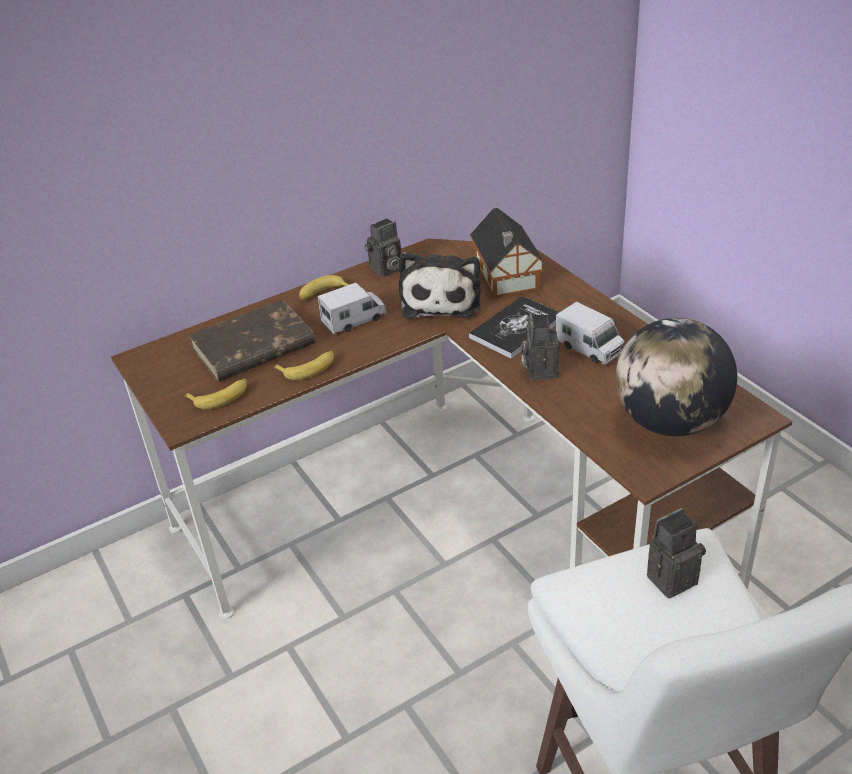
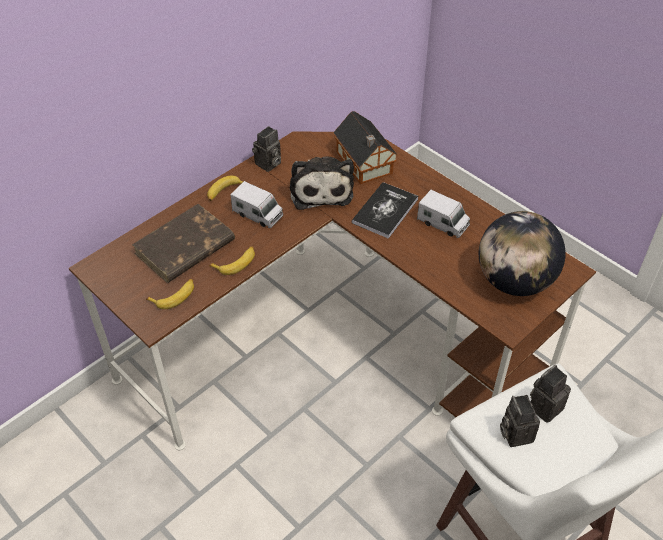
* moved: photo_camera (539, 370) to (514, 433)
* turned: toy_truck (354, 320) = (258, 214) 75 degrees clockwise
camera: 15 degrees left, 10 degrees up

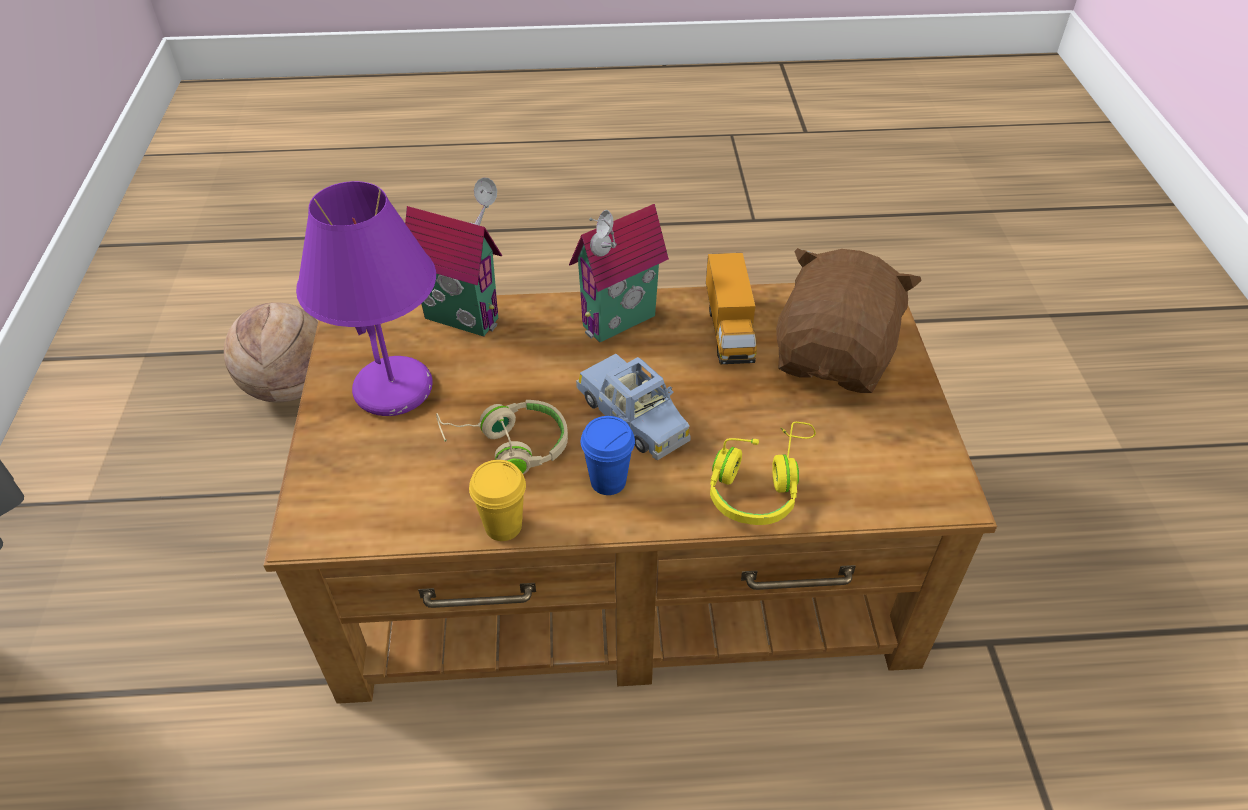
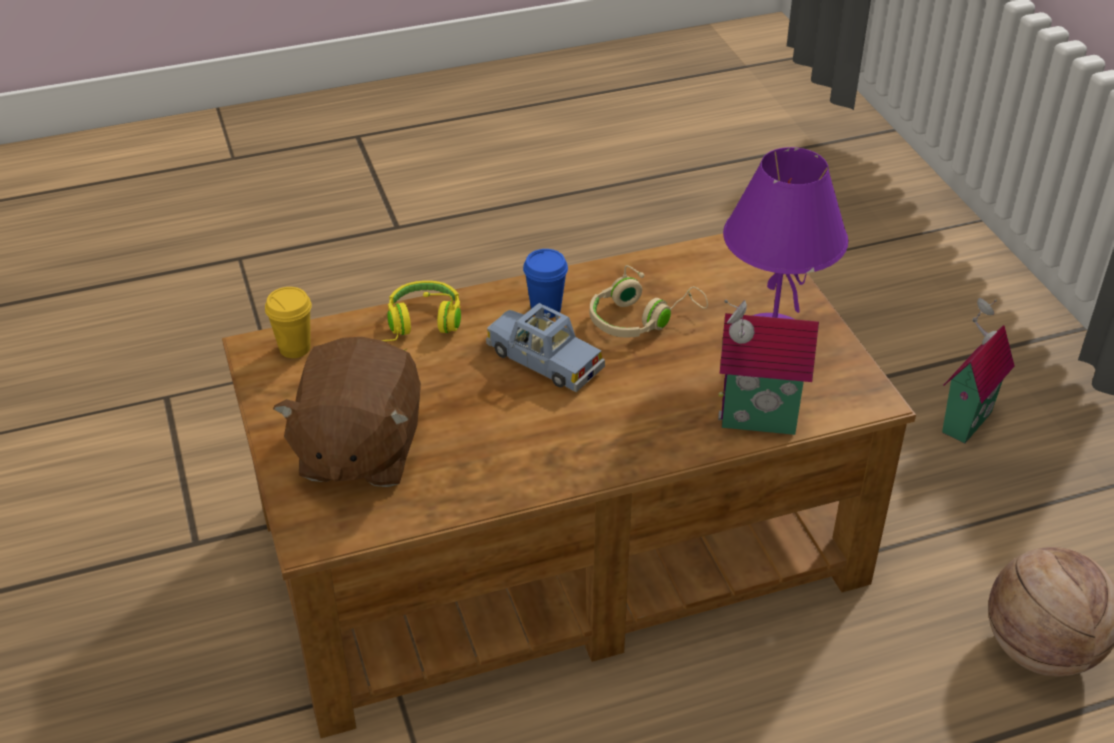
* removed: toy_truck (728, 329)
* moved: yellow_cup (503, 526) to (295, 348)
* moved: toy_house (621, 324) to (963, 420)
camera: 165 degrees right, 5 degrees down

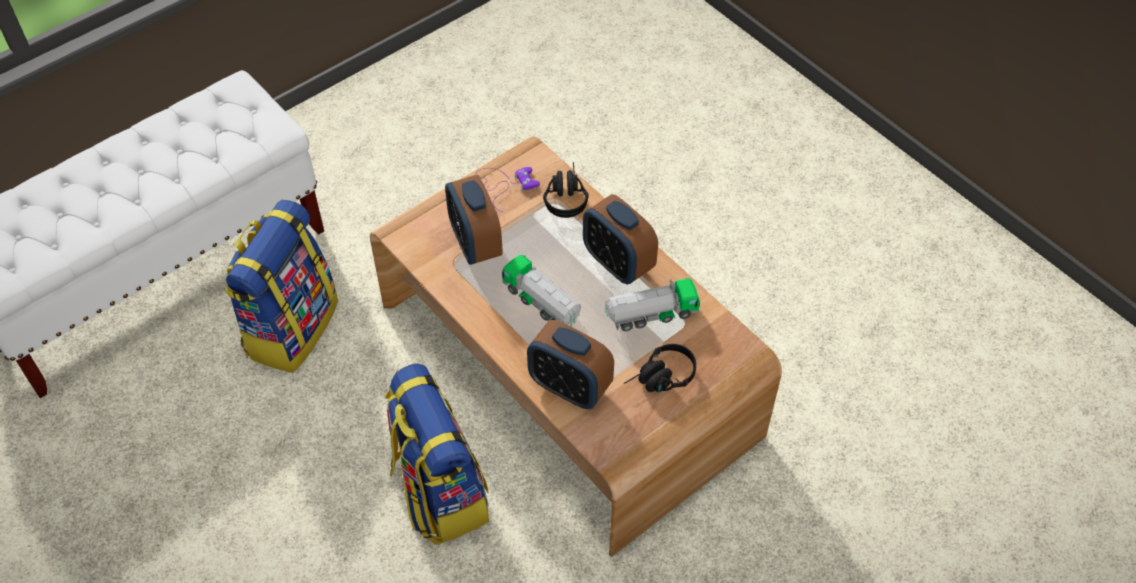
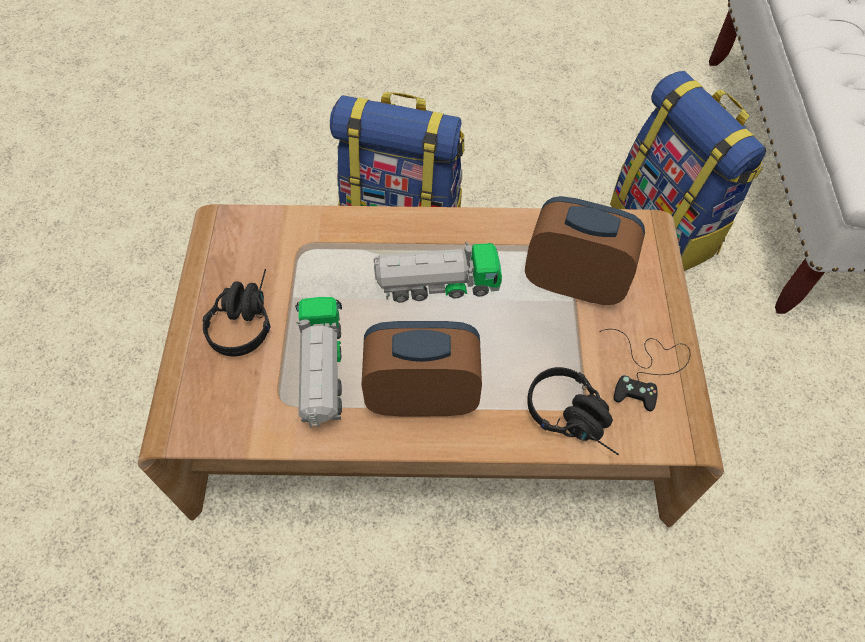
* removed: alarm_clock (569, 387)
* recoloured: purple_game_controller (505, 184) to black_game_controller (646, 368)
* turned: toy_truck (651, 315) = (322, 372) 150 degrees clockwise
camera: 130 degrees right, 5 degrees up

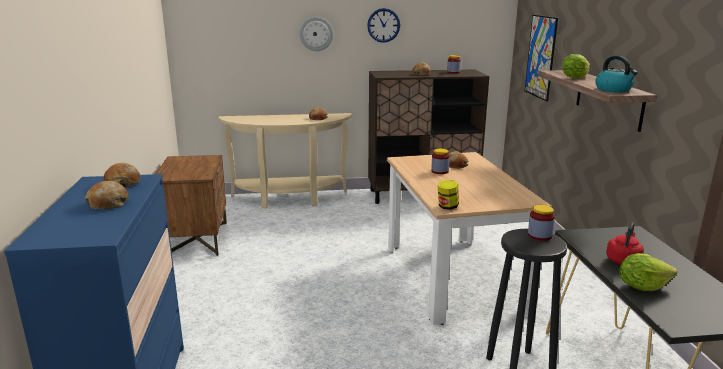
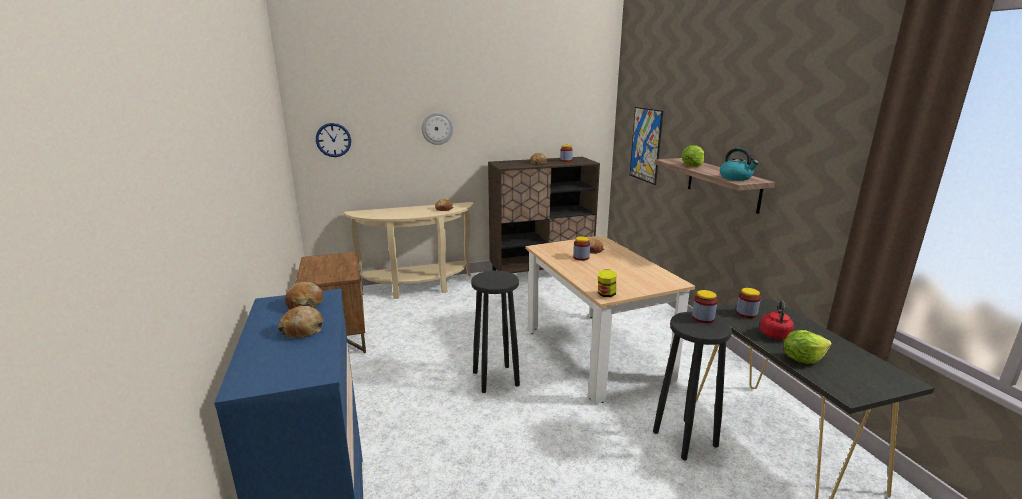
* added: black_stool (495, 378)
* added: jar (746, 313)
* moved: wall_clock (383, 25) to (333, 140)
camera: 10 degrees left, 0 degrees up

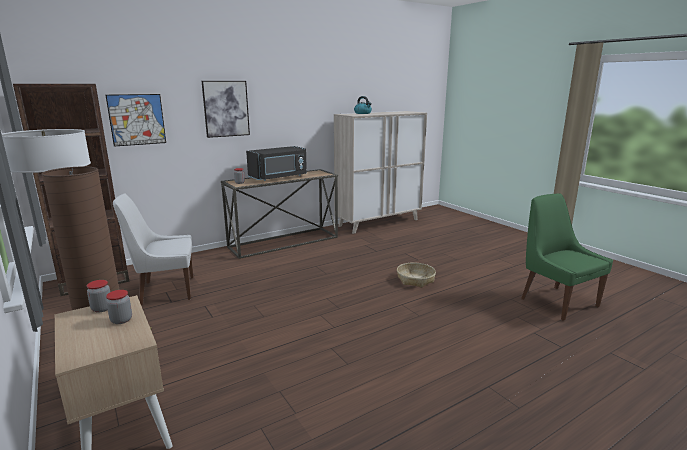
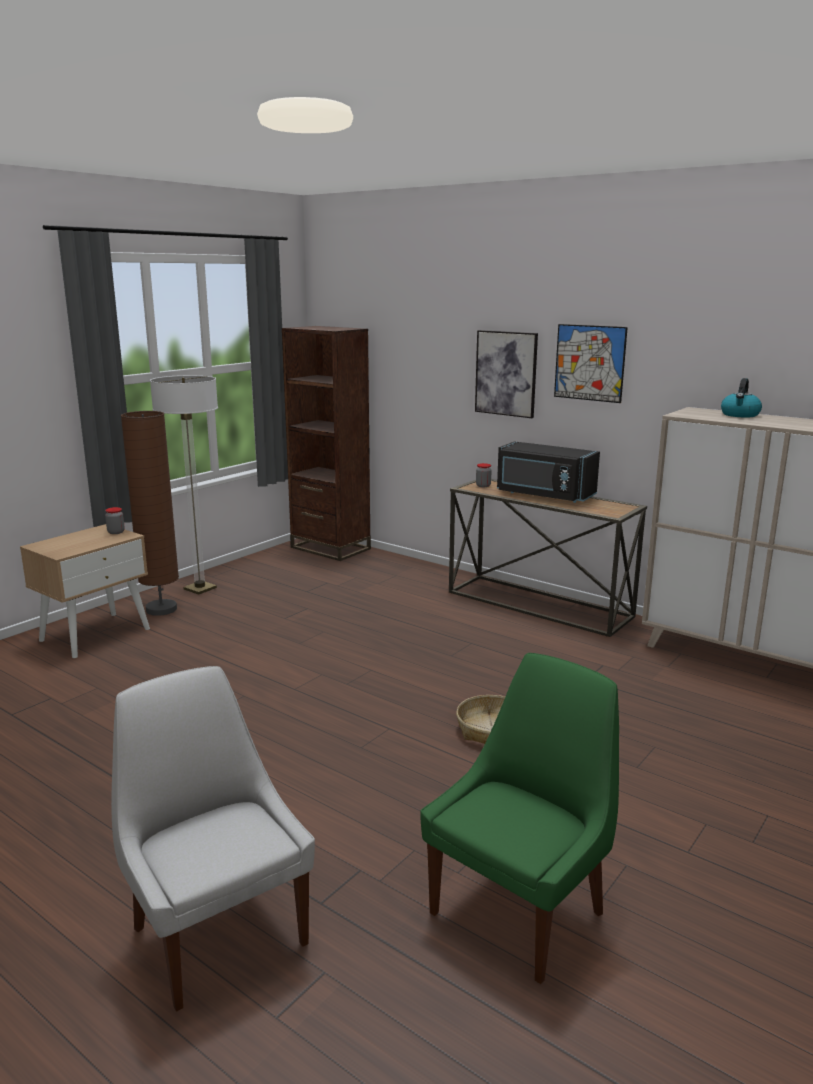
* removed: jar (121, 320)
* moved: picture (137, 119) to (589, 363)
* moved: white_chair (165, 291) to (217, 932)
camera: 70 degrees right, 0 degrees up

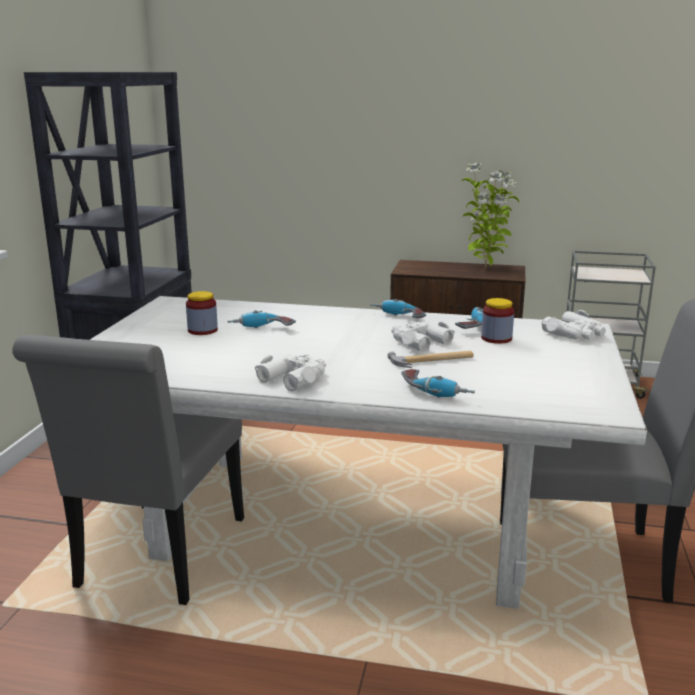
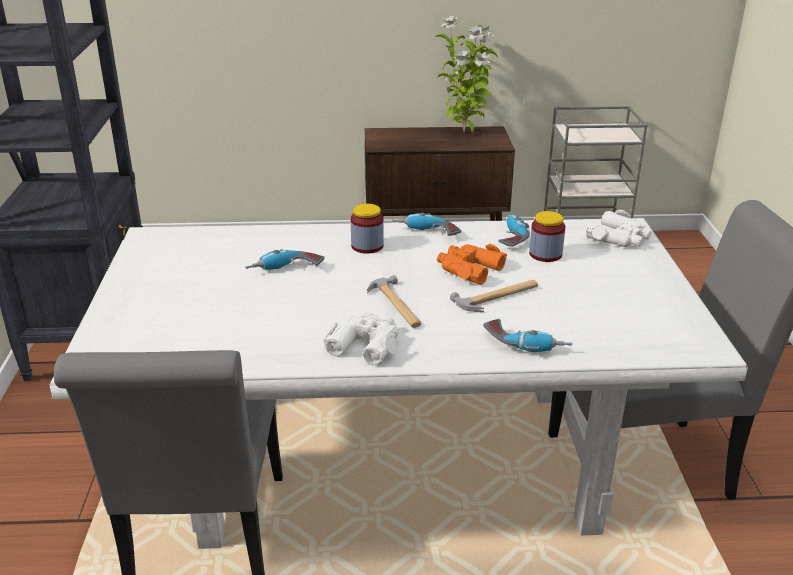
* added: hammer (395, 305)
* moved: jar (202, 330) to (367, 246)
* recoloured: white_binoculars (418, 341) to orange_binoculars (468, 269)
camera: 15 degrees left, 10 degrees up

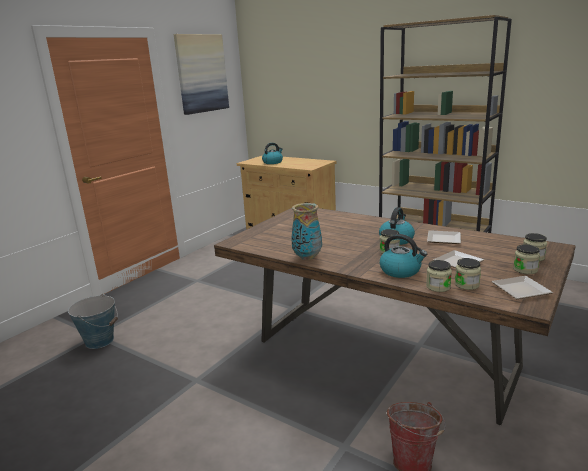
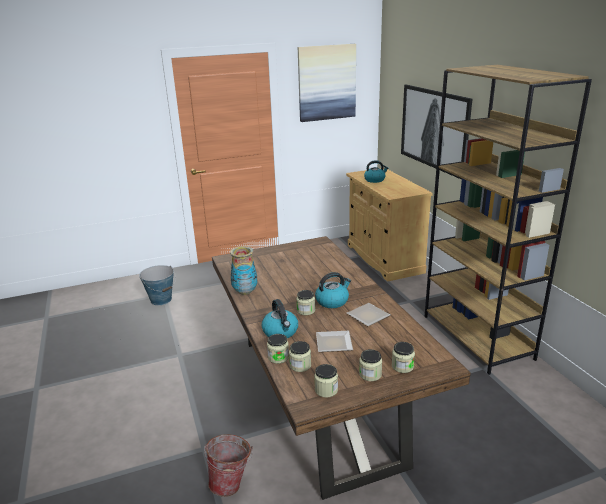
* added: picture (434, 129)
* replaced: plate (520, 291) to jar (326, 390)
camera: 35 degrees right, 5 degrees up

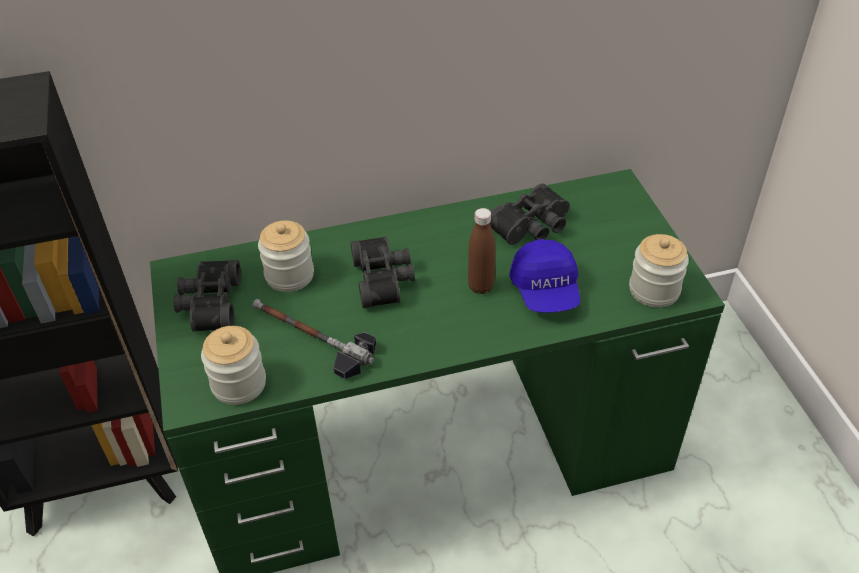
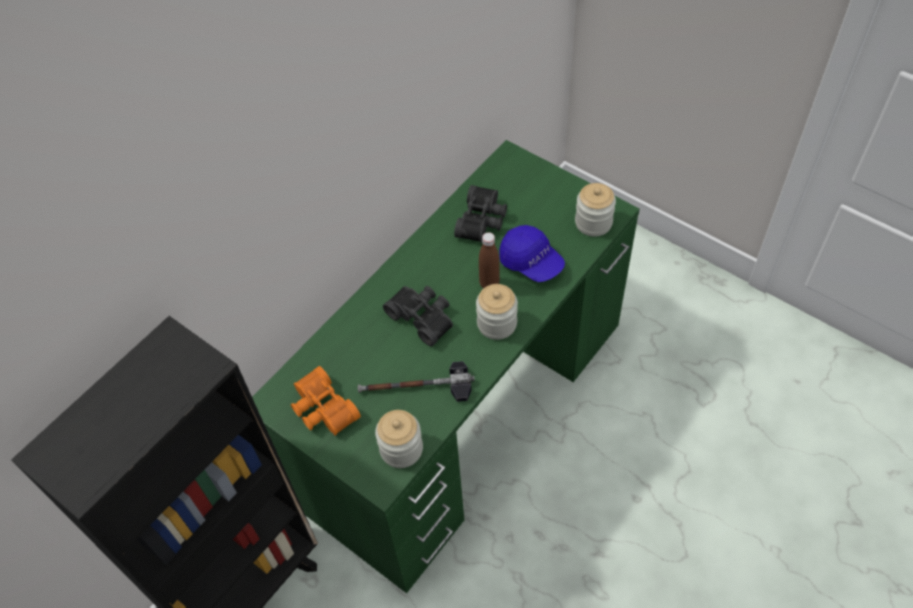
* moved: jar (289, 275) to (497, 323)
* recoloured: black_binoculars (209, 304) to orange_binoculars (322, 410)
camera: 35 degrees left, 10 degrees up

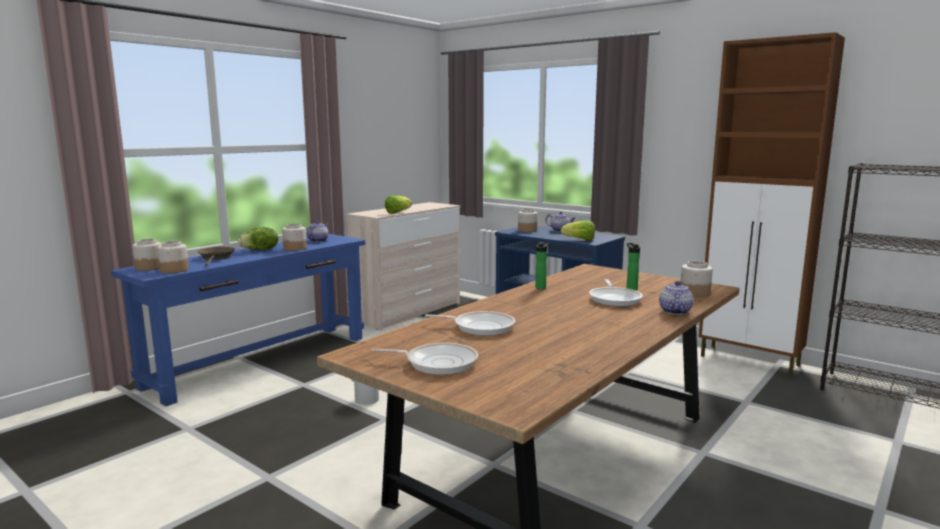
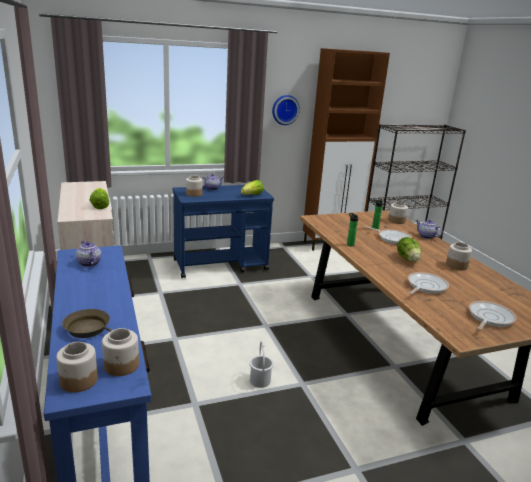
* added: wall_clock (285, 109)
* moved: lettuce (260, 250) to (408, 259)
* moved: jar (295, 248) to (456, 265)
camera: 60 degrees left, 10 degrees up

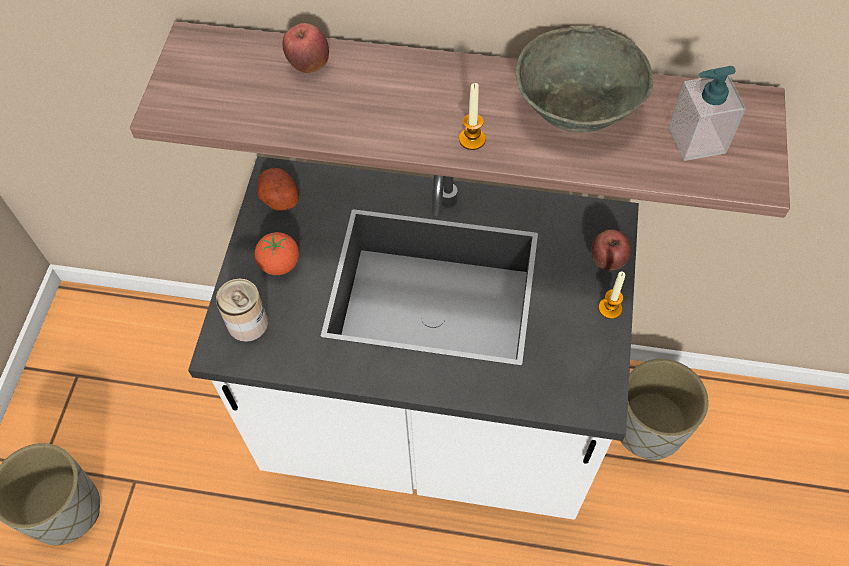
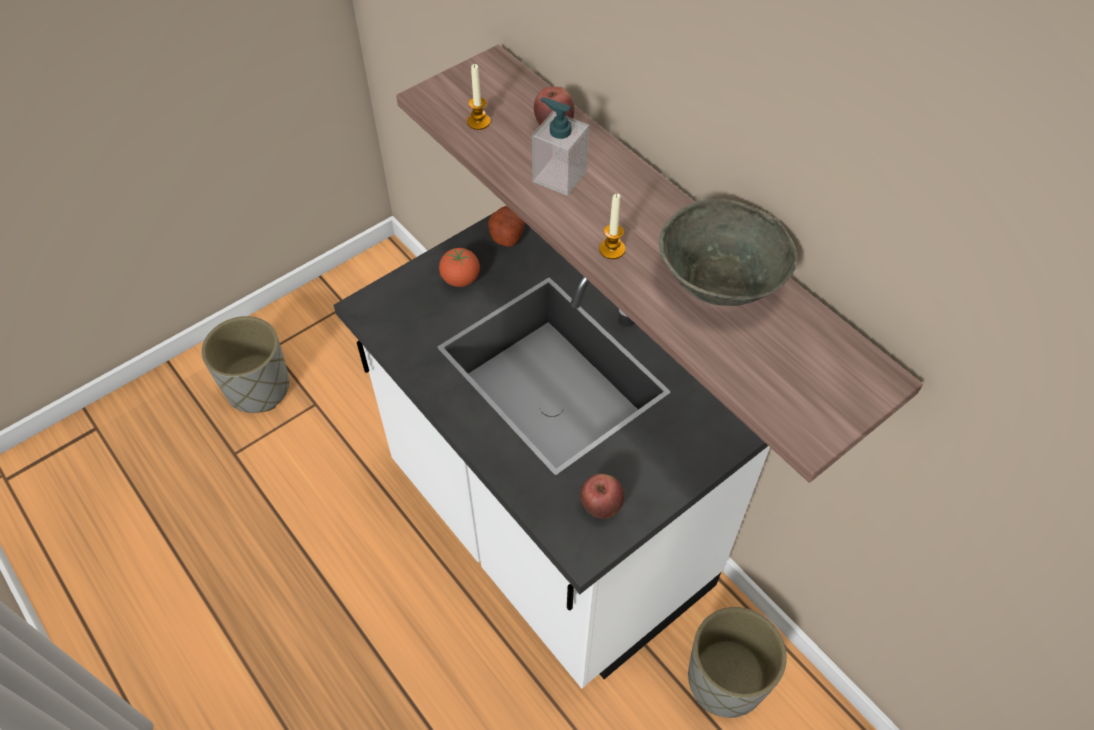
* removed: can (247, 323)
* moved: apple (607, 261) to (601, 506)
* moved: candle (610, 308) to (478, 122)
* moved: soap_dispenser (696, 140) to (559, 176)
camera: 40 degrees right, 5 degrees down

